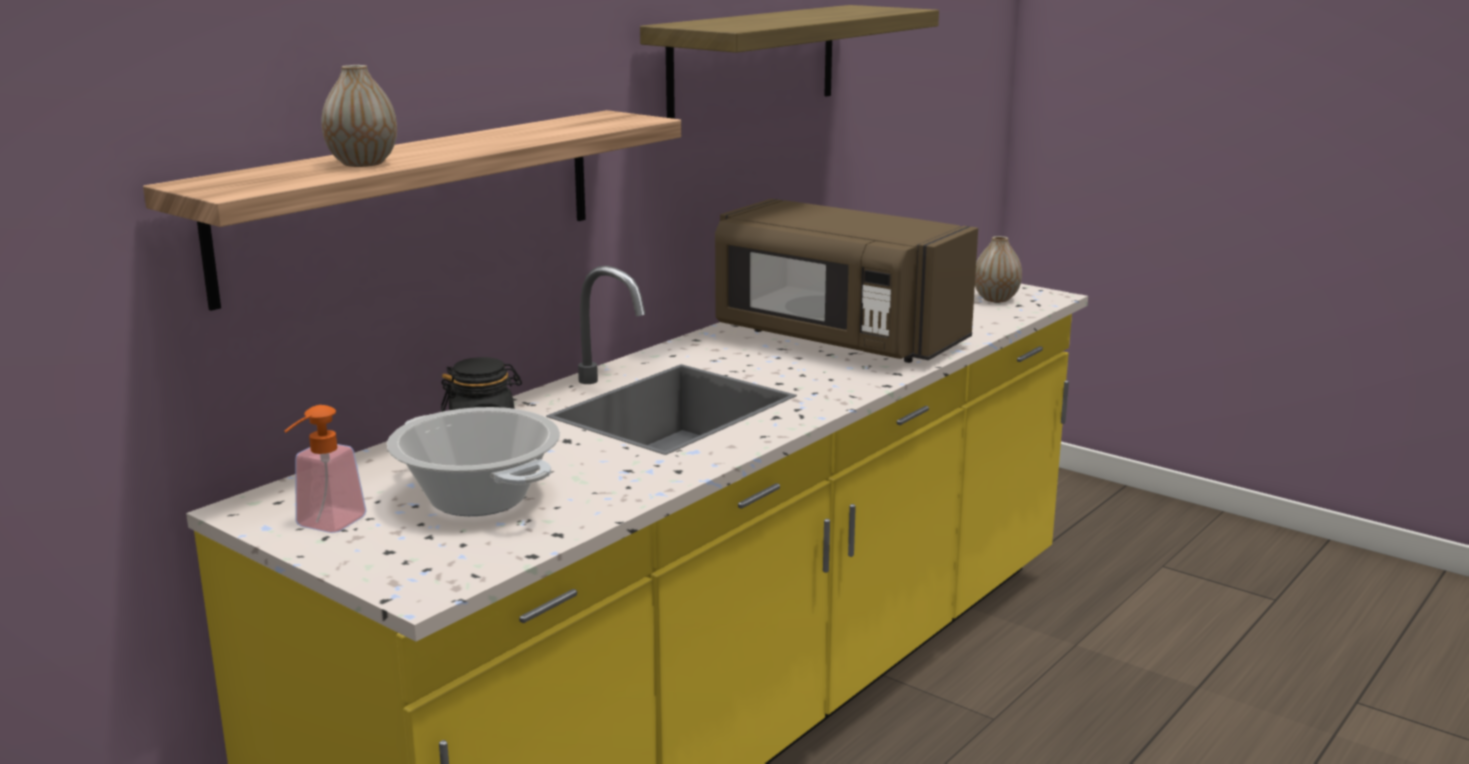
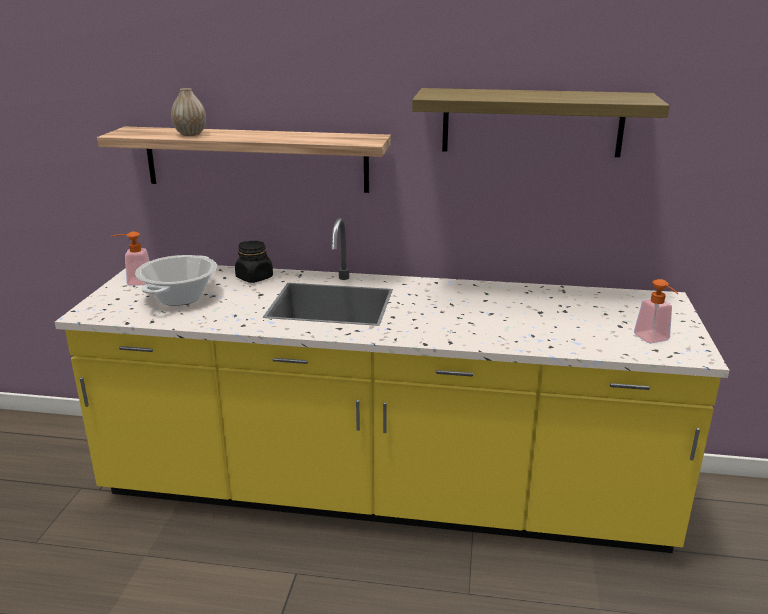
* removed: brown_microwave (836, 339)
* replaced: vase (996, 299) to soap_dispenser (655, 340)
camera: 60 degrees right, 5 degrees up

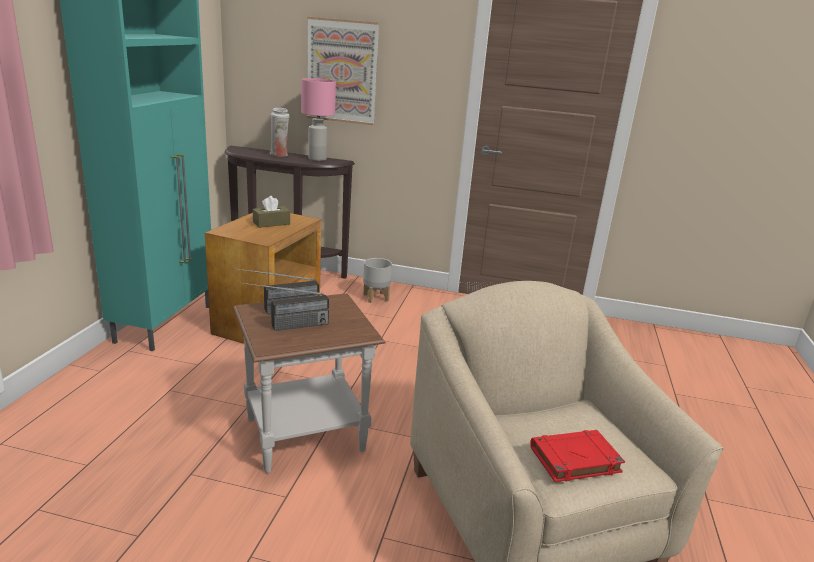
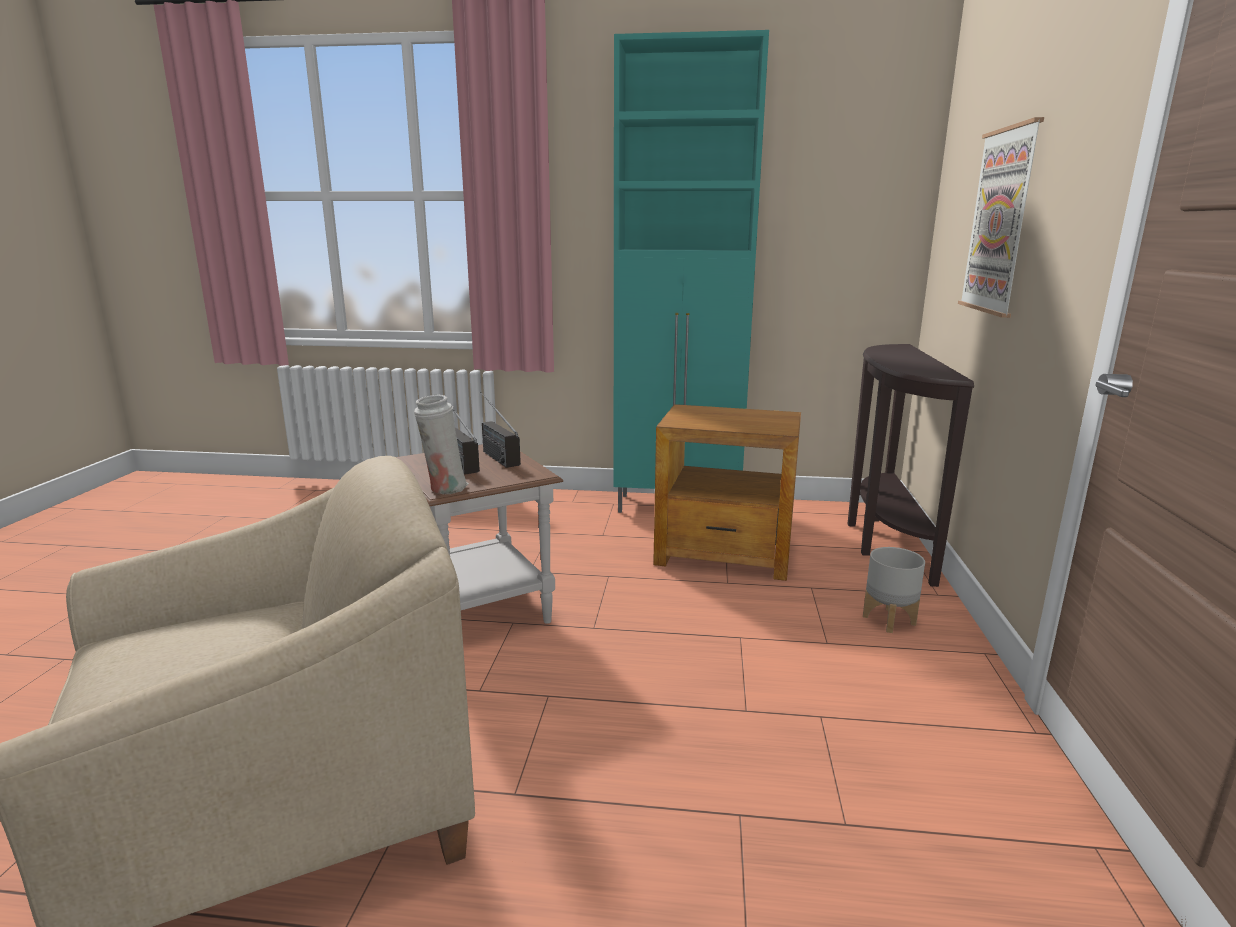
* removed: brown_tissue_box (271, 223)
* removed: pink_table_lamp (317, 159)
* removed: red_book (574, 460)
* moved: white_vase (279, 155) to (444, 489)
camera: 85 degrees right, 5 degrees down

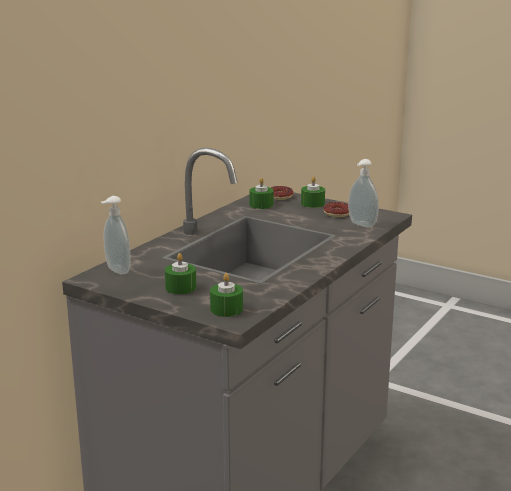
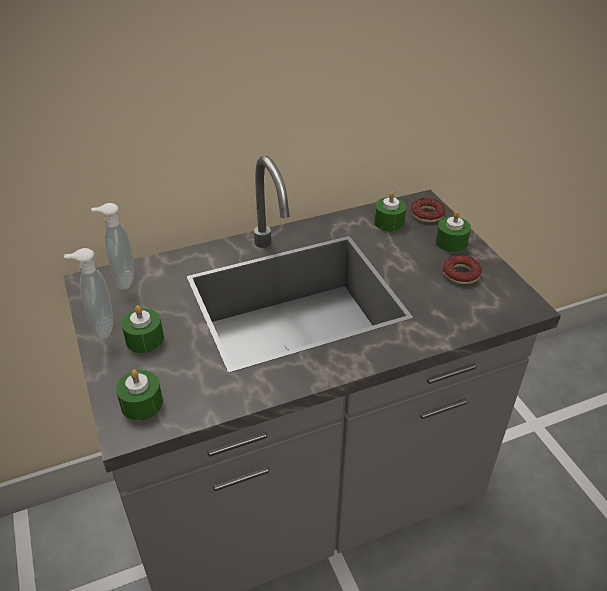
* moved: soap_dispenser (361, 225) to (101, 328)
camera: 35 degrees right, 20 degrees up

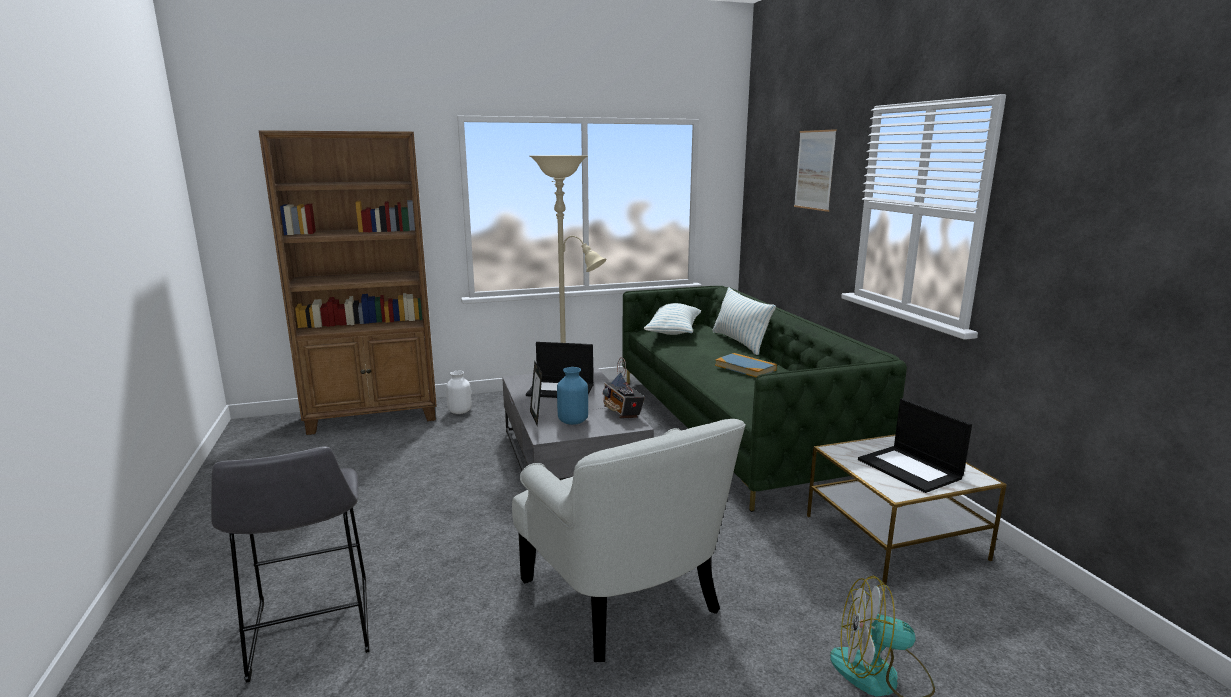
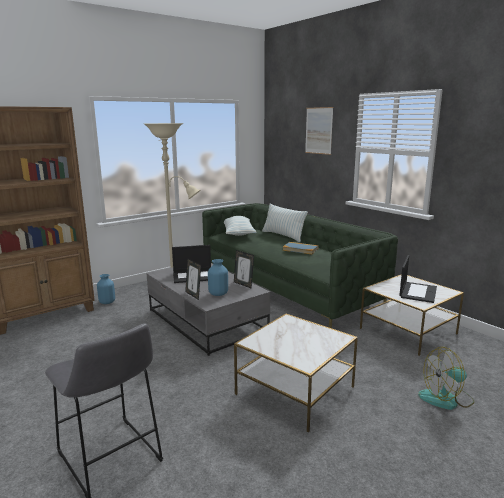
* replaced: white_armchair (625, 595) to side_table (295, 390)
* replaced: radio (622, 412) to picture_frame (243, 284)
* recoloured: white_vase (460, 411) to blue_vase (107, 302)
* turned: laptop (910, 469) = (417, 292) 105 degrees counterclockwise
camera: 20 degrees left, 0 degrees up

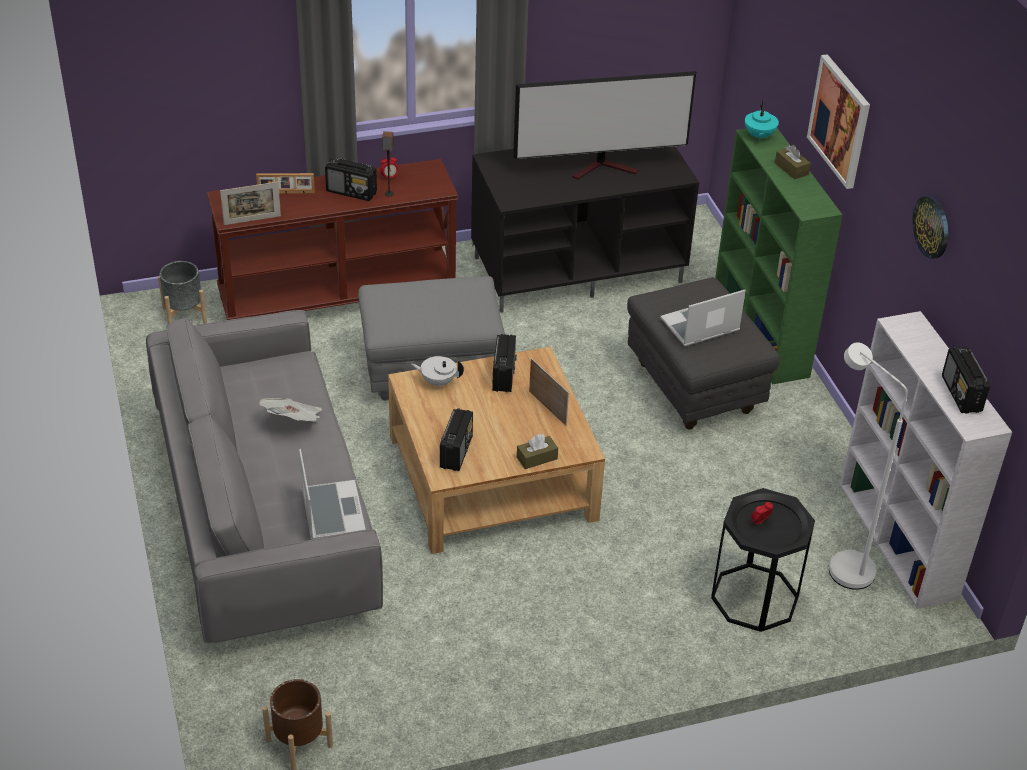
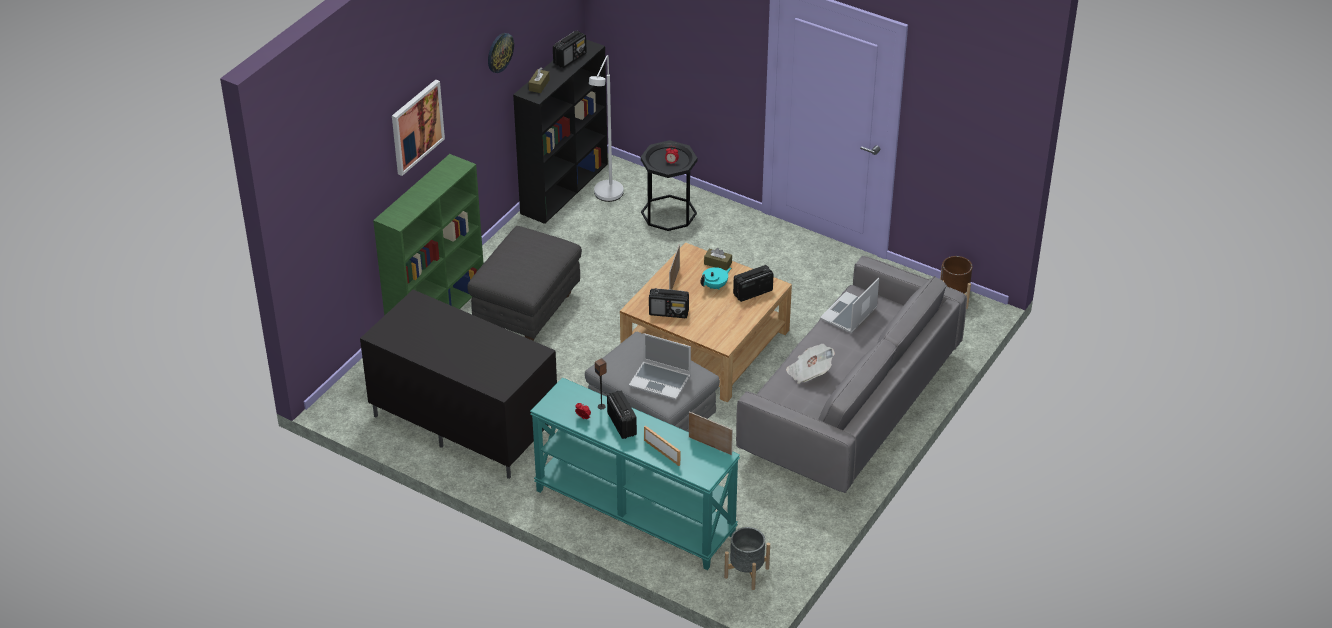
* removed: white_teapot (438, 381)
* removed: television (604, 168)
* moved: laptop (699, 326) to (661, 381)
* moved: turquoise_teapot (759, 136) to (715, 286)
* moved: brown_tissue_box (791, 169) to (539, 85)
* recoloured: brown_console_table (338, 297) to turquoise_console_table (633, 513)
* recoloured: white_bookcase (898, 541) to black_bookcase (565, 188)
* turned: radio (503, 375) = (669, 312) 135 degrees counterclockwise
camera: 130 degrees left, 0 degrees up

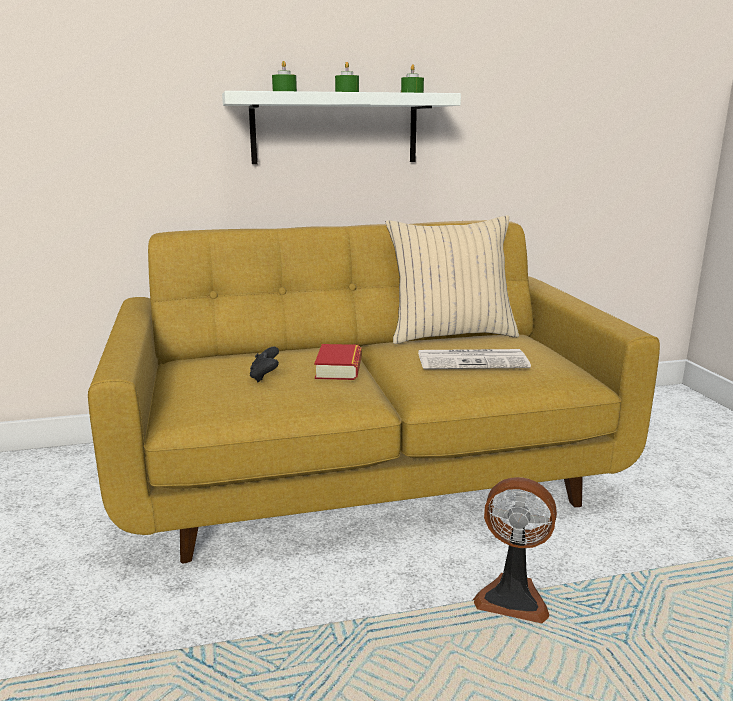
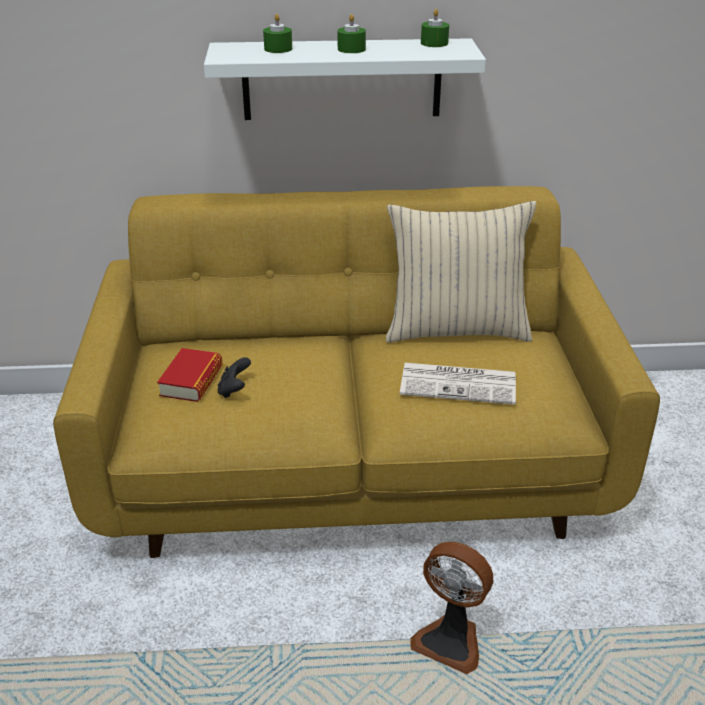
* moved: book (339, 368) to (191, 381)
camera: 10 degrees right, 15 degrees up

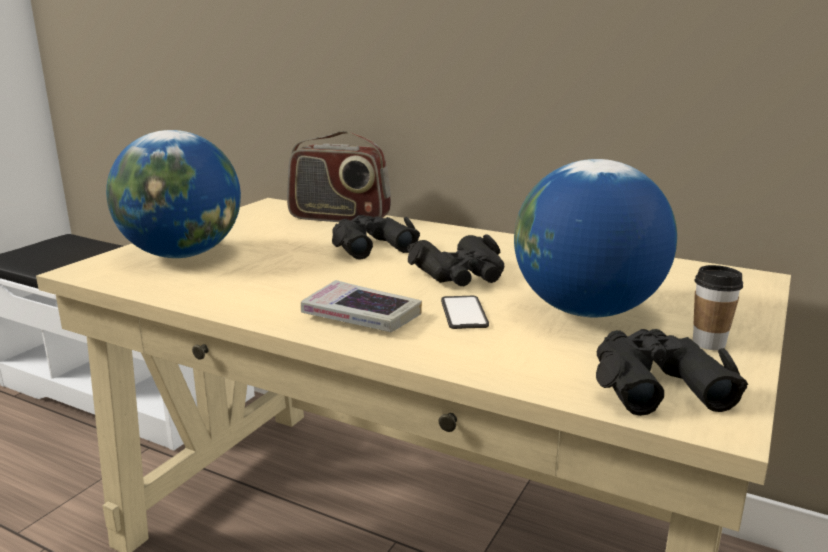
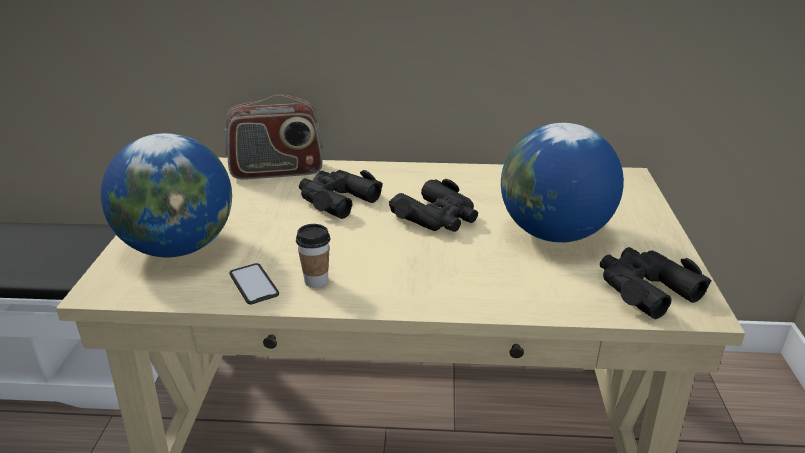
* removed: book (361, 316)
* moved: phone (464, 313) to (254, 284)
* moved: cup (708, 343) to (316, 281)
camera: 25 degrees left, 10 degrees up

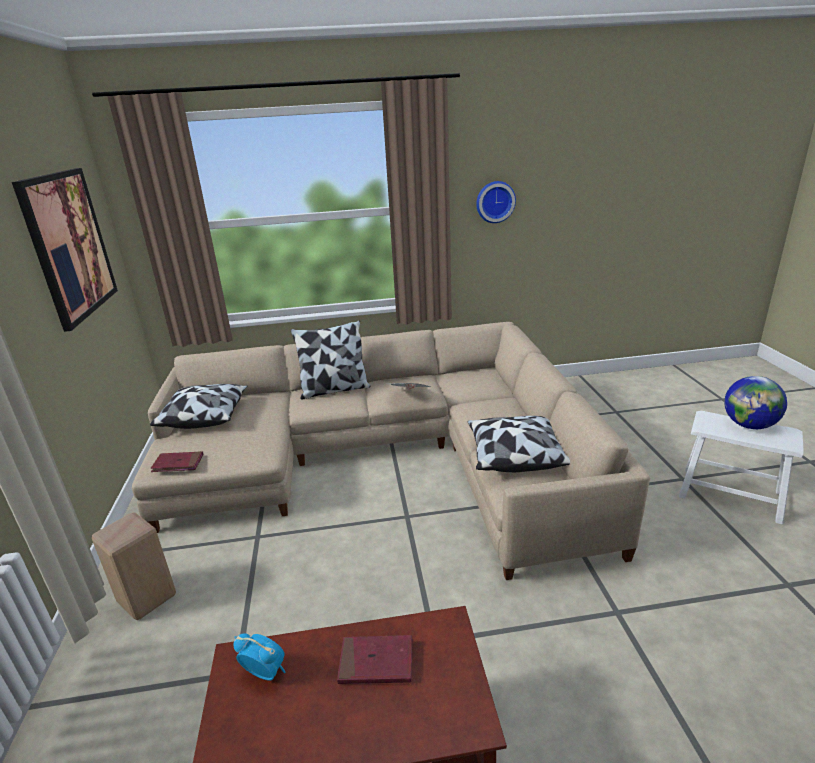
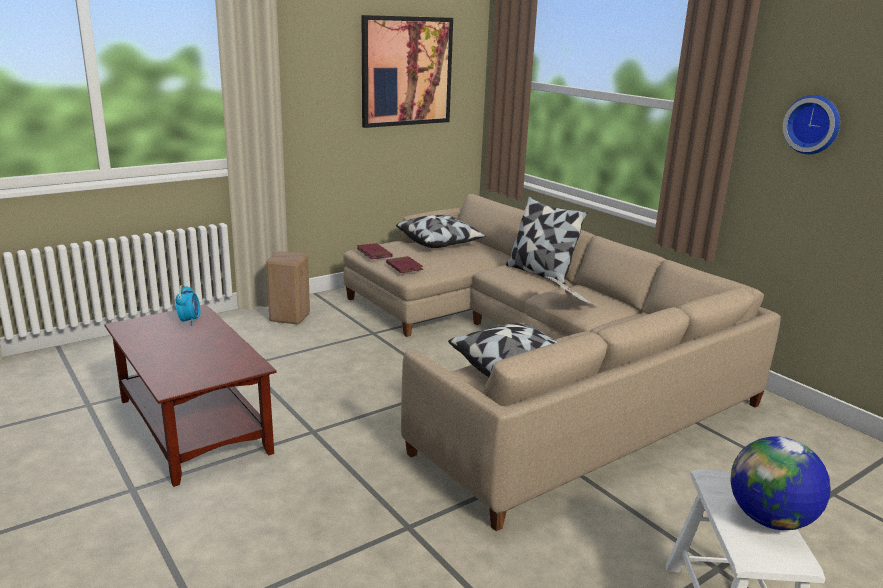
* moved: red_book (376, 662) to (404, 267)
camera: 60 degrees right, 5 degrees down

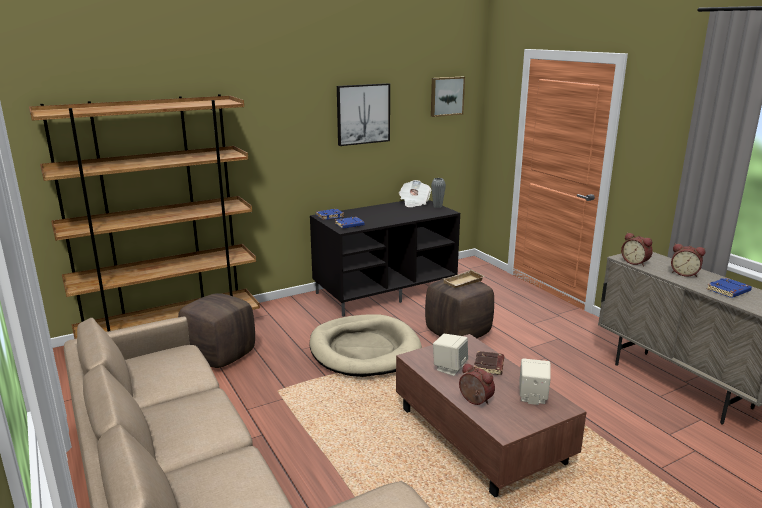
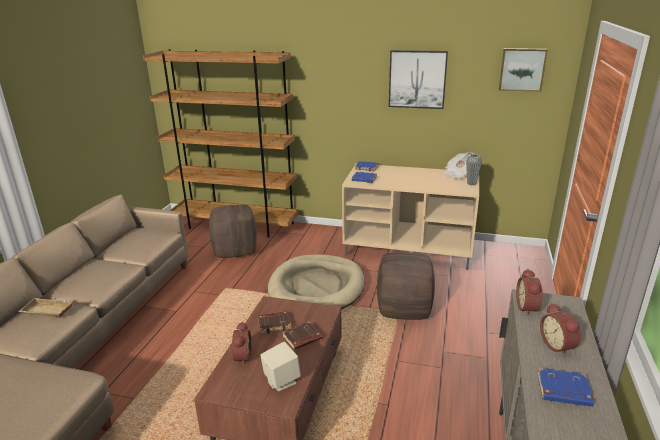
* moved: beige_tray (463, 282) to (46, 311)
* replaced: beige_speaker (449, 368) to brown_book (274, 324)
* recoloured: black_tv_stand (385, 290) to beige_tv_stand (409, 248)
camera: 45 degrees right, 5 degrees up

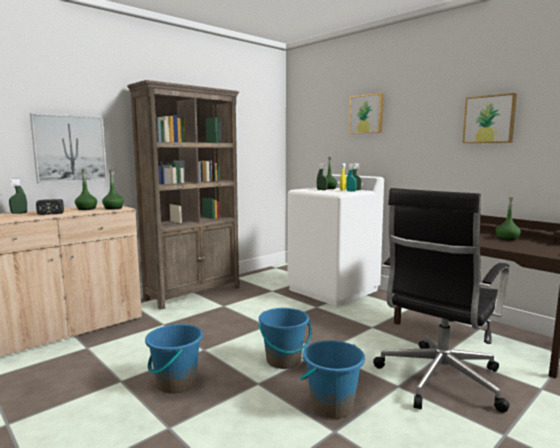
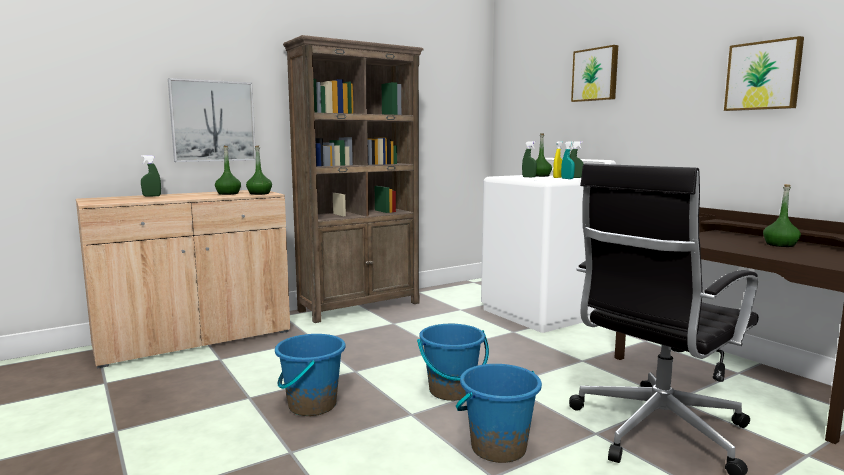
* removed: hammer (54, 211)
camera: 10 degrees right, 0 degrees up

